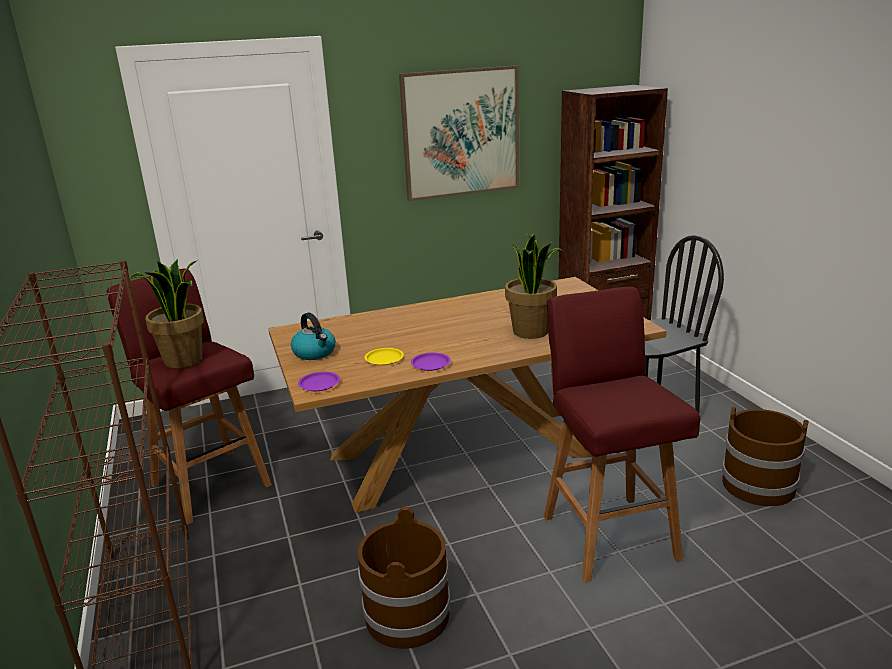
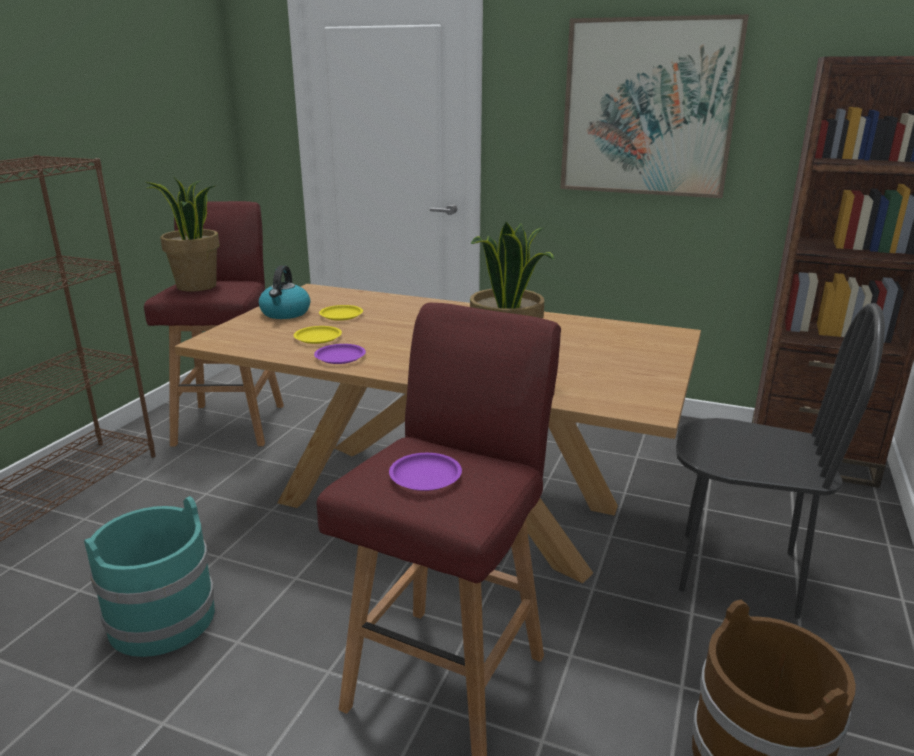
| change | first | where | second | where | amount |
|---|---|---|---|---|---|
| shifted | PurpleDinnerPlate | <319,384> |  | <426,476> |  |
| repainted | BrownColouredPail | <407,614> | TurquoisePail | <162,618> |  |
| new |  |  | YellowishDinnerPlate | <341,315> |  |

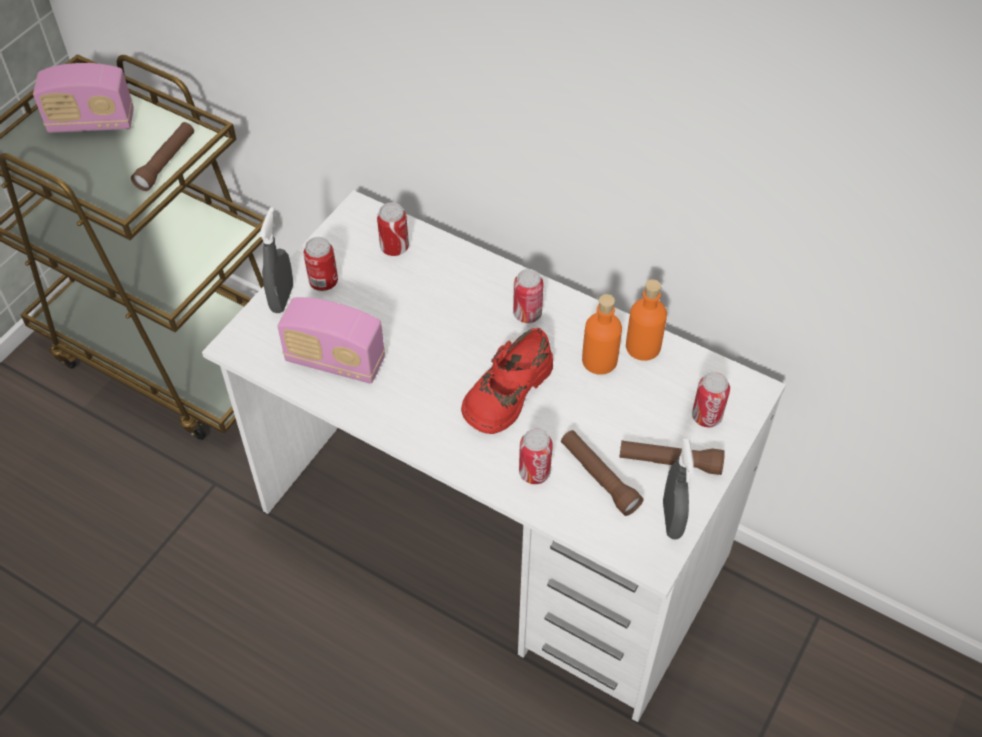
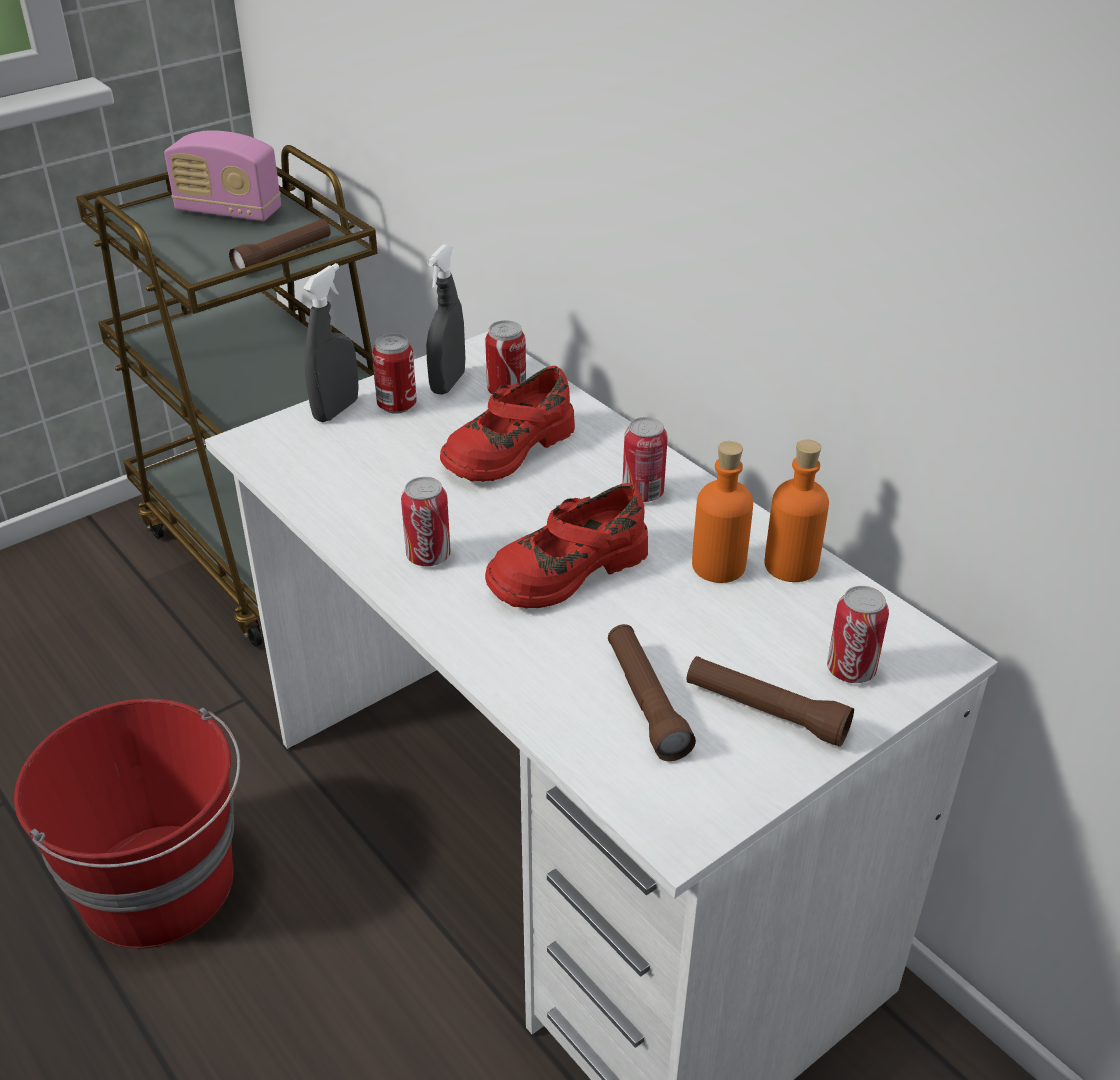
| change | first | where | second | where | amount |
|---|---|---|---|---|---|
| gone | Radio | <335,361> |  |  |  |
| shifted | MetalCan | <534,472> |  | <428,556> |  |
| shifted | GreyishHandSprayer | <672,519> |  | <448,383> |  |
| new |  |  | ReddishPail | <160,885> |  |
| new |  |  | ReddishShoe | <507,449> |  |

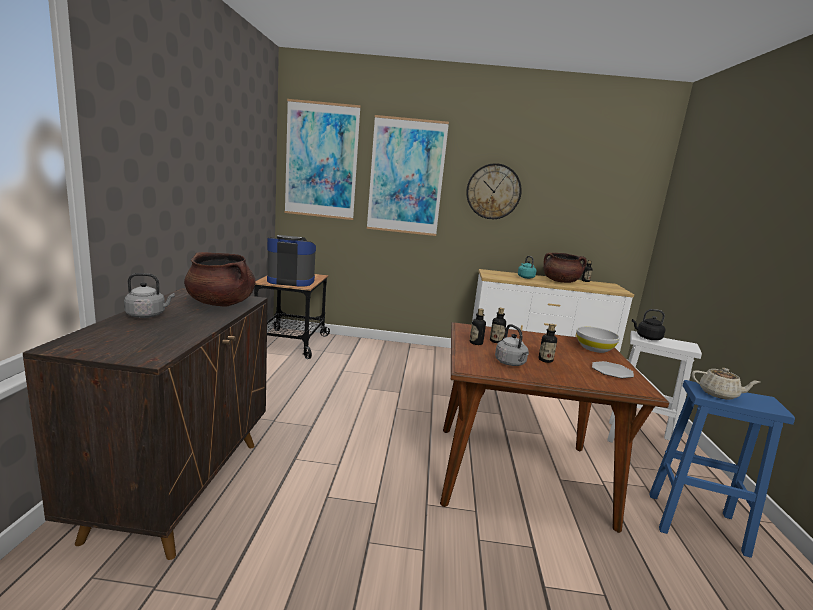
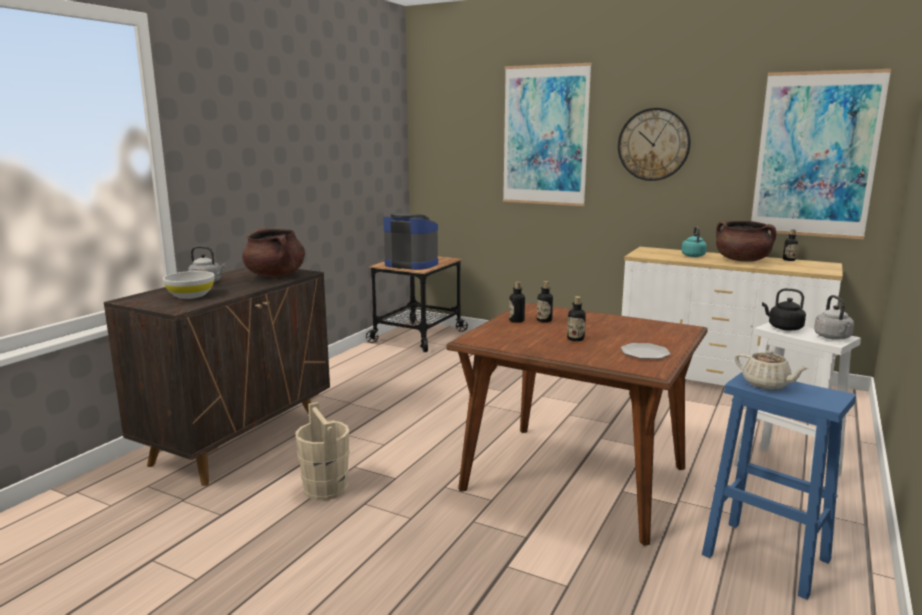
| change | first | where | second | where | amount |
|---|---|---|---|---|---|
| shifted | WallPicture | <321,161> |  | <815,155> |  |
| shifted | GreyishWaterKettle | <511,363> |  | <833,337> |  |
| shifted | WhiteServingBowl | <594,348> |  | <191,295> |  |
| new |  |  | SandColouredPail | <325,488> |  |

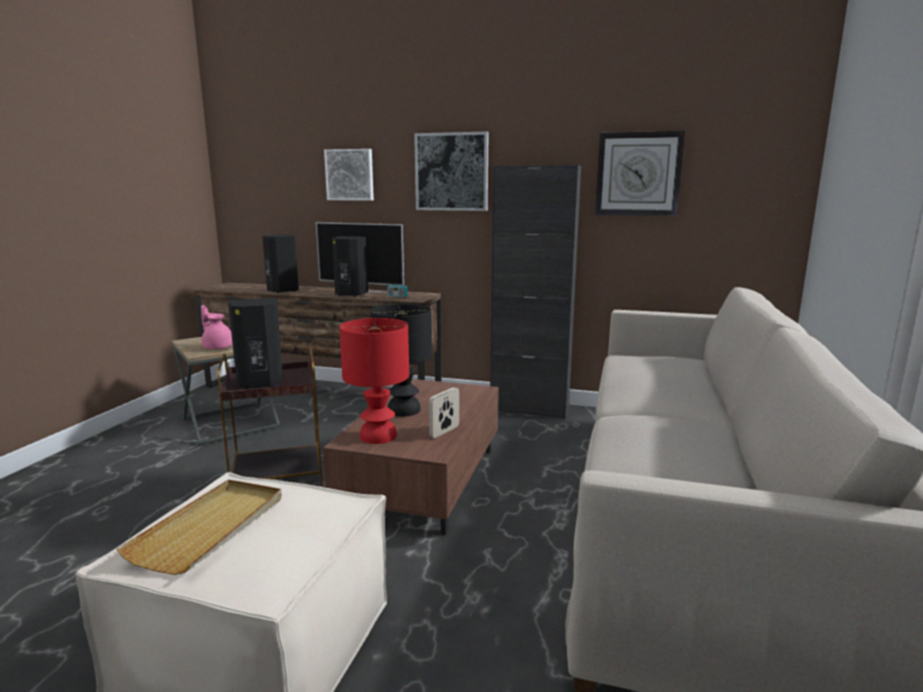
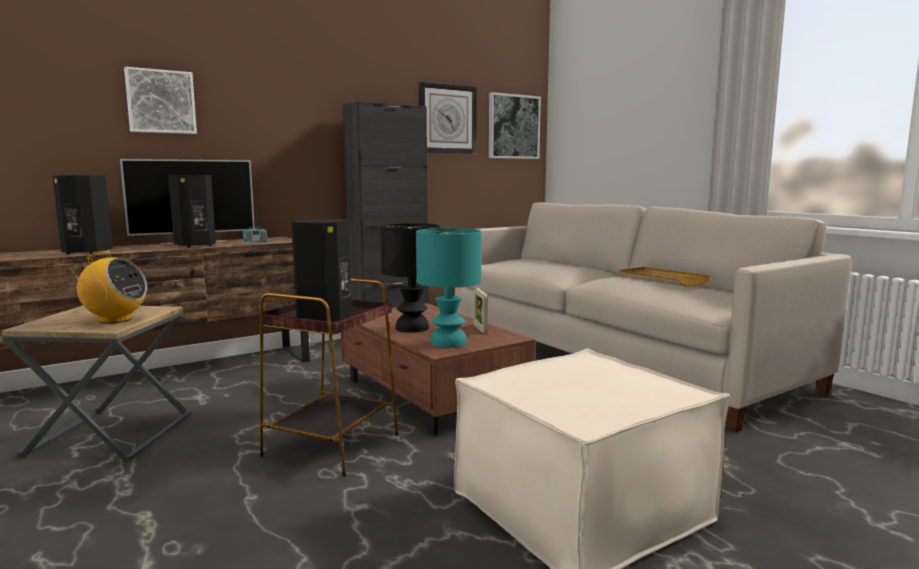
| change | first | where | second | where | amount |
|---|---|---|---|---|---|
| shifted | SandColouredCarryingTray | <210,528> |  | <661,279> |  |
| swapped | PinkColouredTeaPot | <218,347> | Radio | <115,320> |  |
| repainted | ReddishTableLamp | <378,436> | TurquoiseTableLamp | <449,343> |  |
| shifted | WallPicture | <451,172> |  | <513,126> |  |

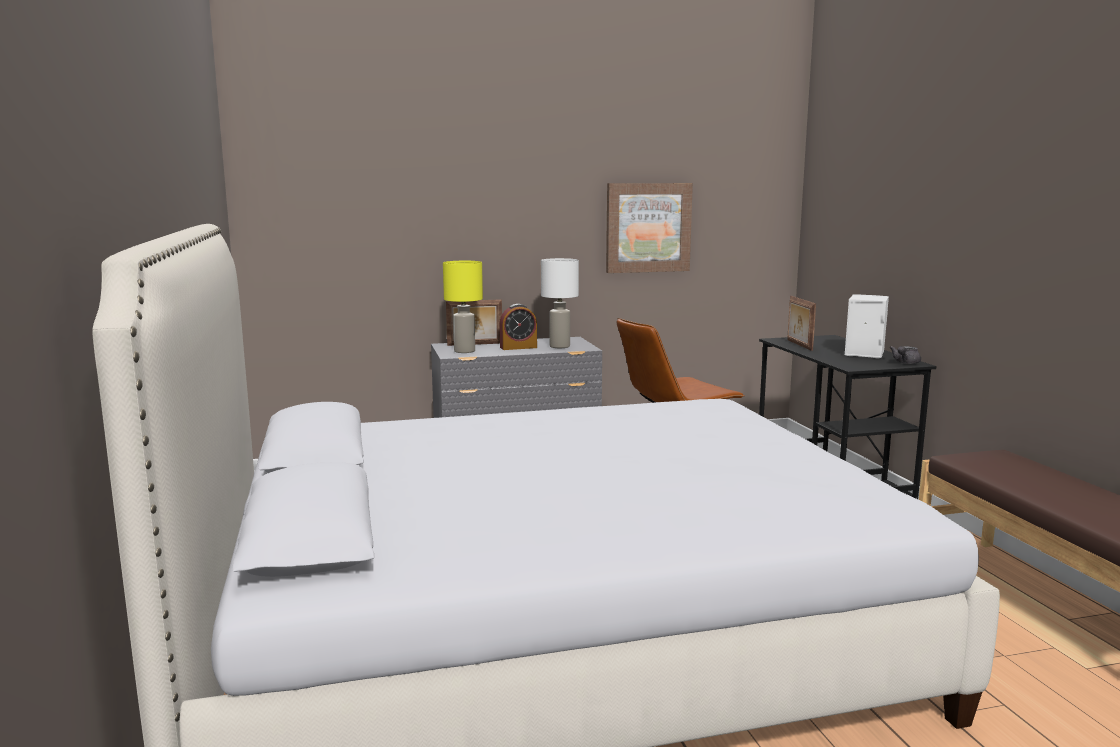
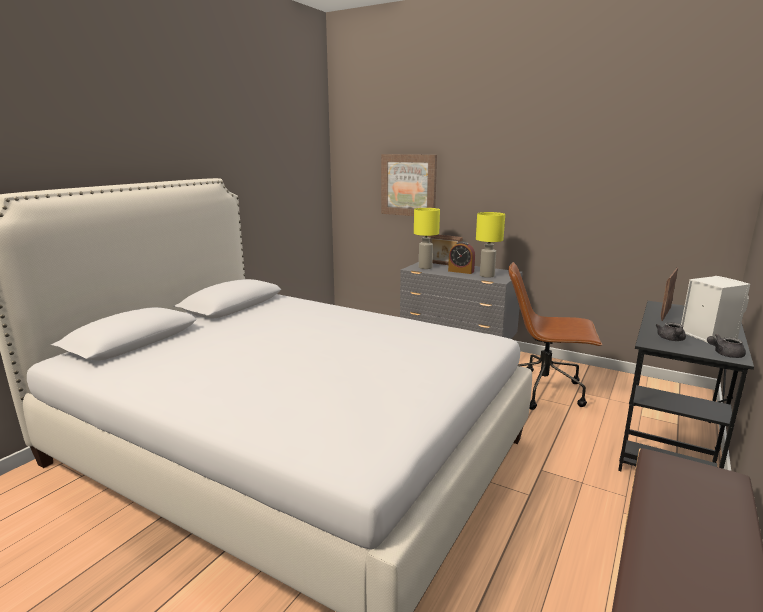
| change | first | where | second | where | amount |
|---|---|---|---|---|---|
| repainted | WhiteTableLamp | <559,346> | YellowishTableLamp | <486,275> |  |
| shifted | WallPicture | <648,227> |  | <408,185> |  |
| new |  |  | GreyishTeaPot | <671,339> |  |

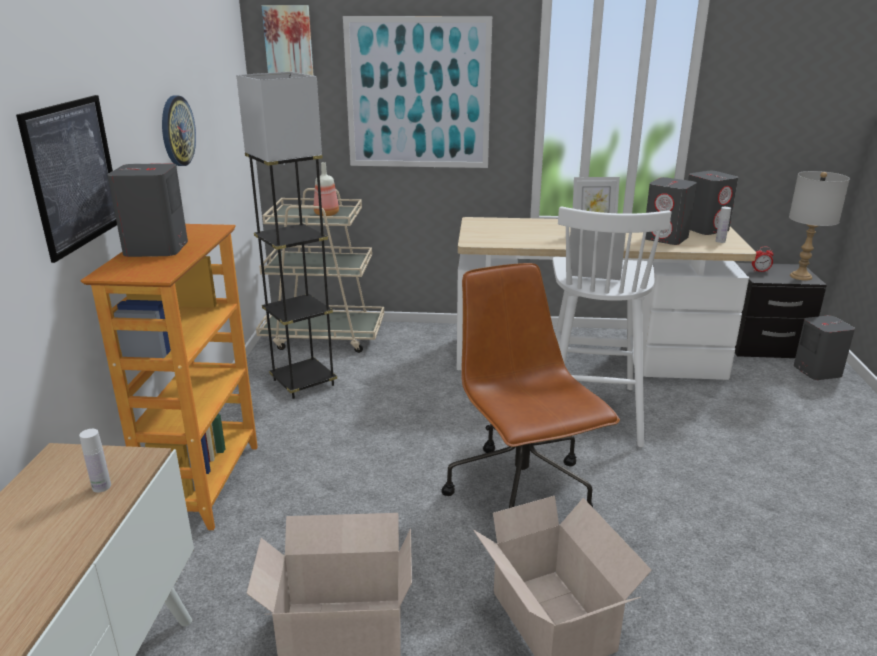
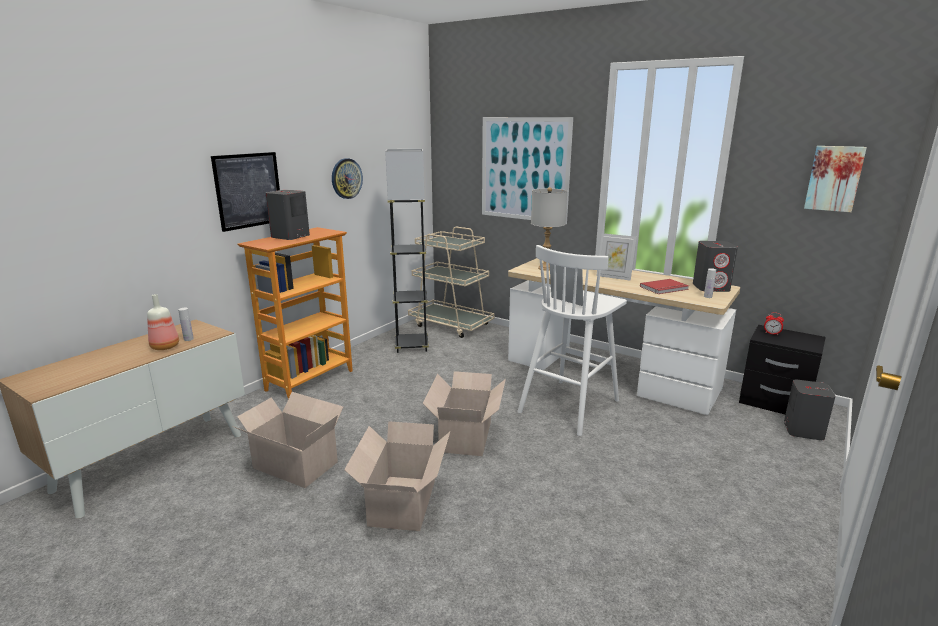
| change | first | where | second | where | amount |
|---|---|---|---|---|---|
| shifted | WallPicture | <289,42> |  | <834,178> |  |
| shifted | BeverageBottle | <325,214> |  | <164,347> |  |
| swapped | BrownColouredDeskChair | <521,492> | CardboardBox | <466,435> |  |
| swapped | GreyishLoudspeaker | <666,238> | ReddishVolume | <665,288> |  |
| shifted | GreyishTableLamp | <800,276> |  | <545,268> |  |

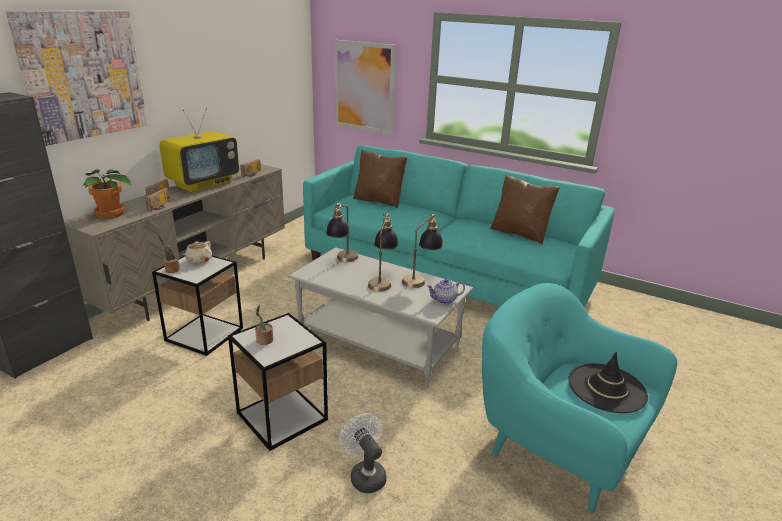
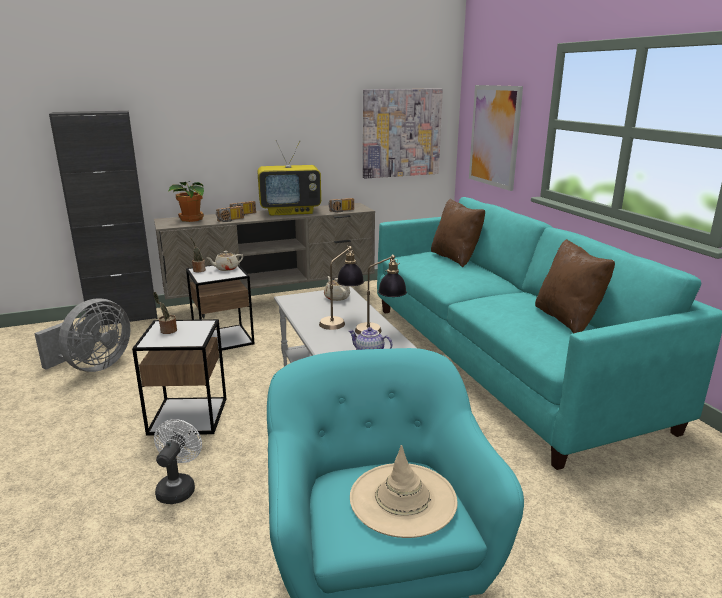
| change | first | where | second | where | amount |
|---|---|---|---|---|---|
| shifted | WallPicture | <83,75> |  | <401,133> |  |
| swapped | TableLamp | <342,260> | SandColouredTeaPot | <336,297> |  |
| repainted | BlackishClothingHat | <607,388> | SandColouredClothingHat | <403,499> |  |
| new |  |  | GreyishFan | <93,367> |  |

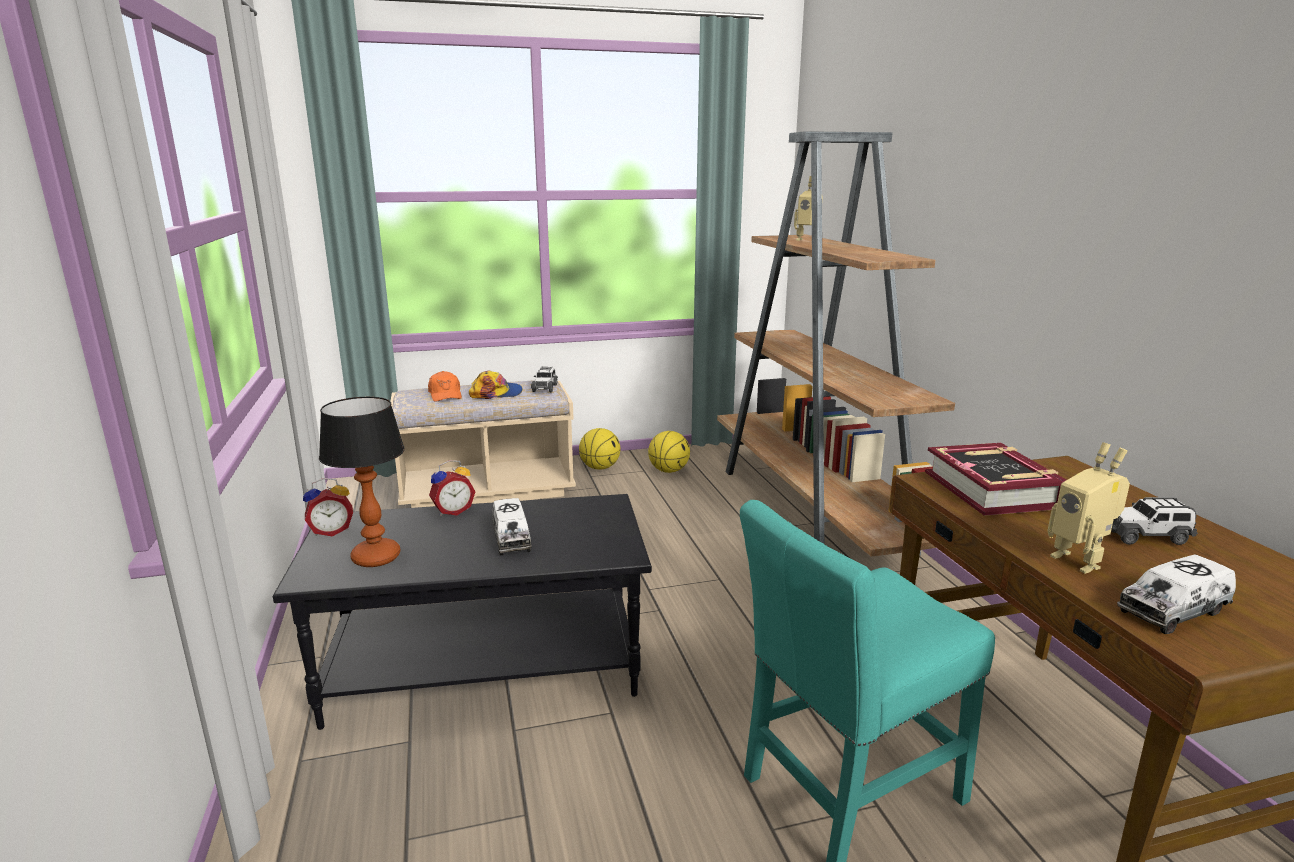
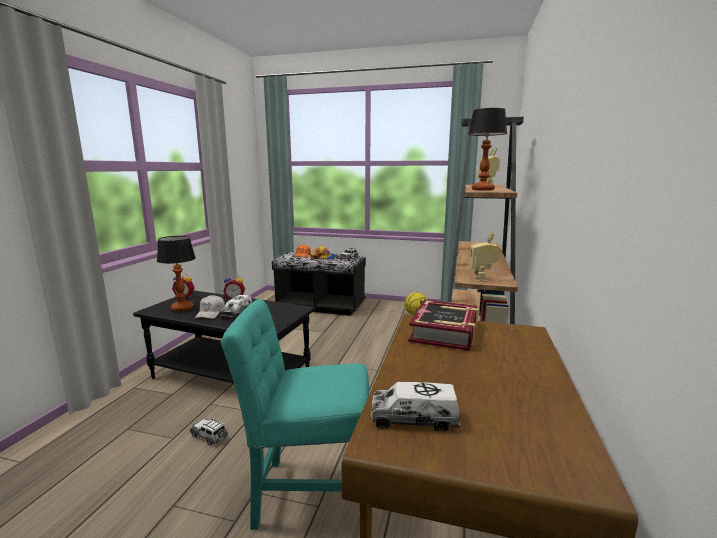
| change | first | where | second | where | amount |
|---|---|---|---|---|---|
| repainted | SandColouredIndoorBench | <487,490> | BlackishIndoorBench | <320,306> |  |
| gone | Basketball | <600,467> |  |  |  |
| shifted | ToyRobot | <1080,560> |  | <482,279> |  |
| shifted | MiniatureCar | <1145,535> |  | <209,436> |  |
| new |  |  | WhitePeakedCap | <211,313> |  |
| new |  |  | TableLamp | <483,190> |  |

